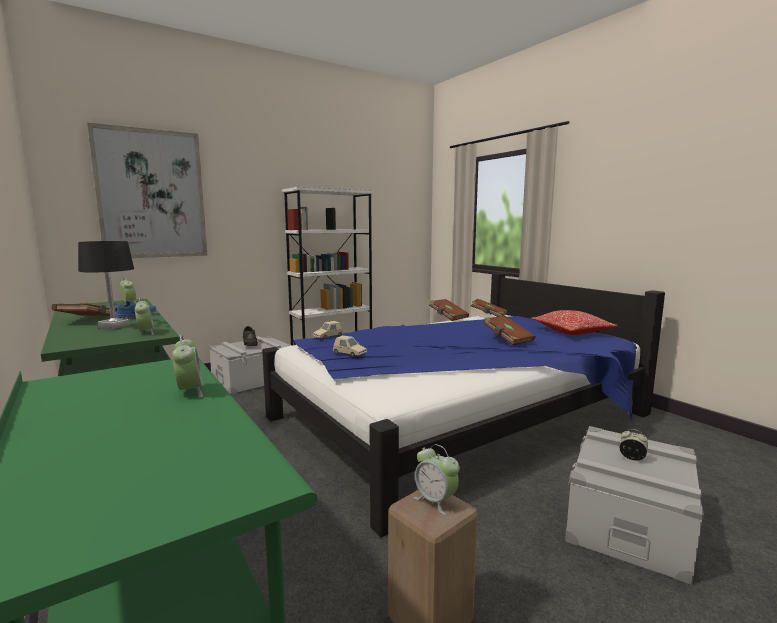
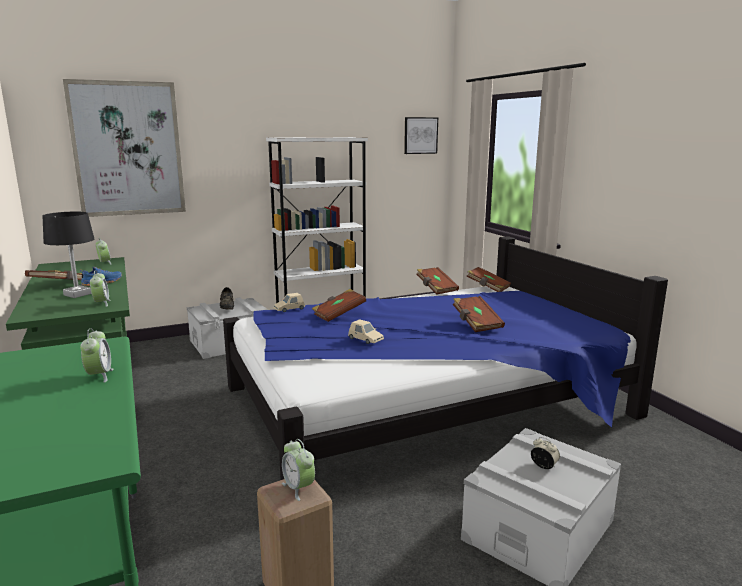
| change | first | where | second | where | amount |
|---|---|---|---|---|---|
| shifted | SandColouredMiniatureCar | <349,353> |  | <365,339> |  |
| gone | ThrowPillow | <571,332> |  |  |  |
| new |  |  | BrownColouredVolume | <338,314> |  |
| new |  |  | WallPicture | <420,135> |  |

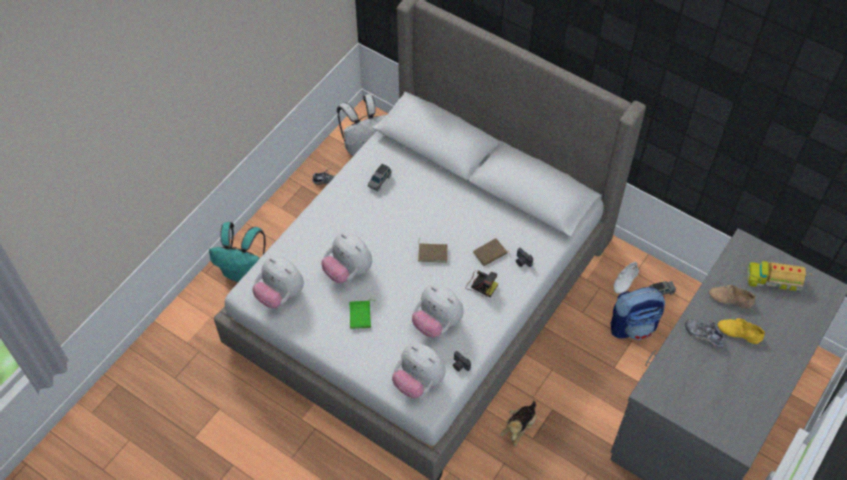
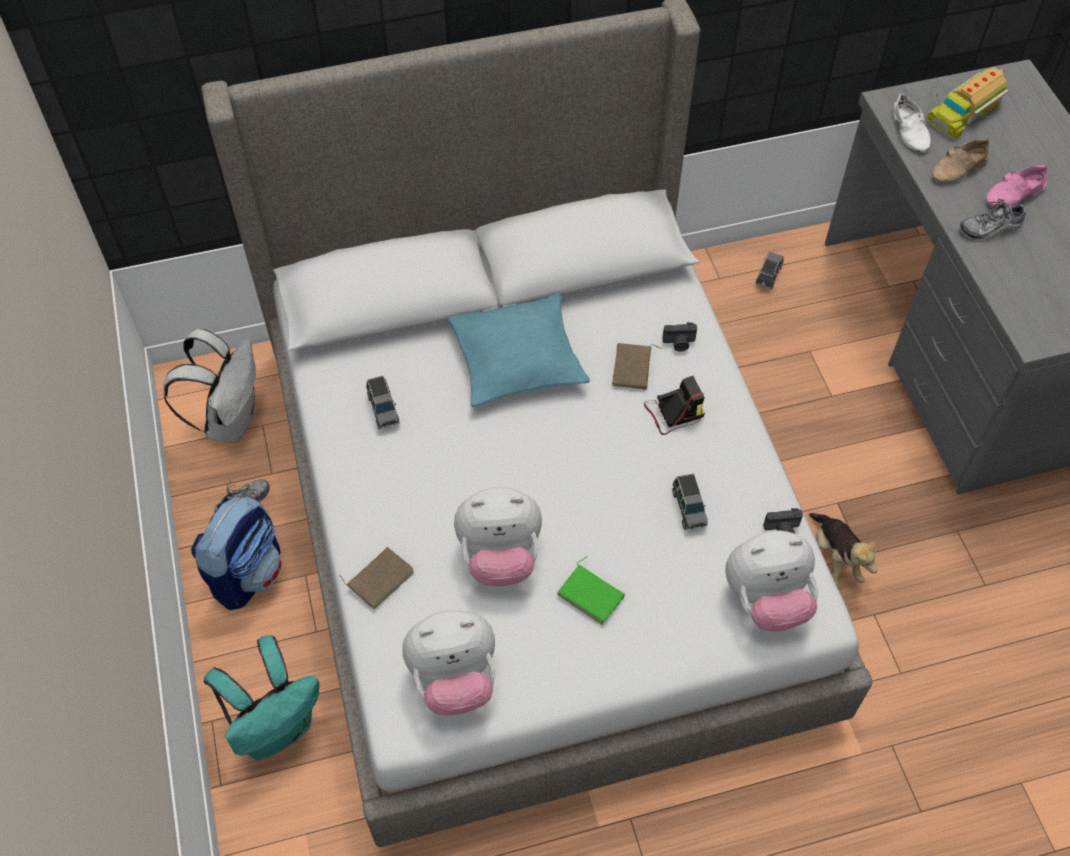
| change | first | where | second | where | amount |
|---|---|---|---|---|---|
| swapped | CuddlyToy | <437,323> | GreyishMiniatureCar | <688,508> |  |
| shifted | BrownColouredVolume | <433,253> |  | <379,578> |  |
| shifted | Rucksack | <633,326> |  | <247,573> |  |
| shifted | WhiteShoe | <626,281> |  | <910,130> |  |
| repainted | YellowishShoe | <739,333> | PinkColouredShoe | <1015,194> |  |
| new |  |  | TurquoiseThrowPillow | <517,359> |  |

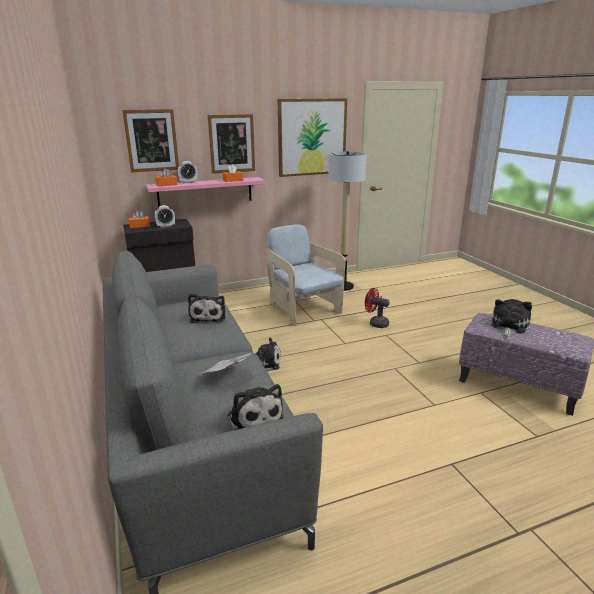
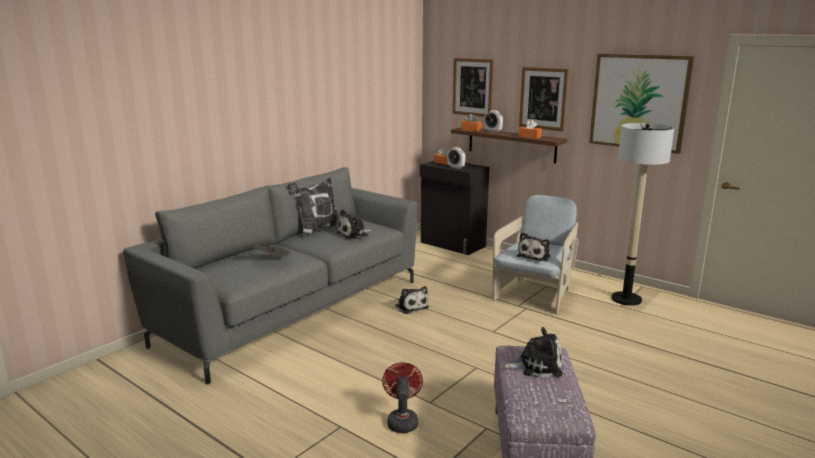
| change | first | where | second | where | amount |
|---|---|---|---|---|---|
| repainted | PinkColouredWallShelf | <205,192> | BrownColouredWallShelf | <511,144> |  |
| shifted | CuddlyToy | <254,416> |  | <535,256> |  |
| shifted | ReddishFan | <375,323> |  | <402,420> |  |
| new |  |  | ThrowPillow | <317,230> |  |

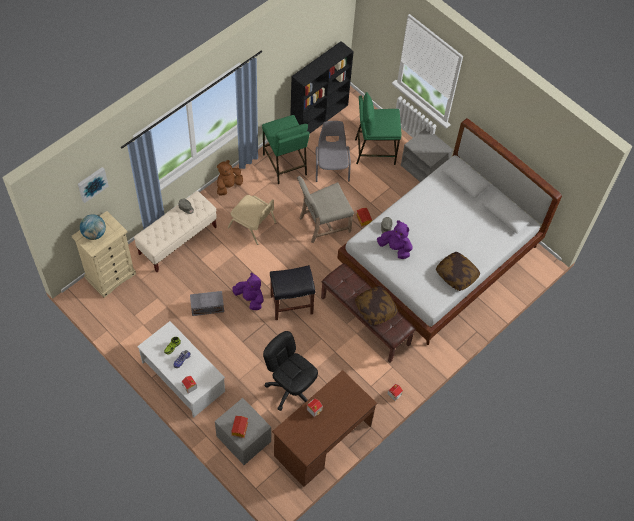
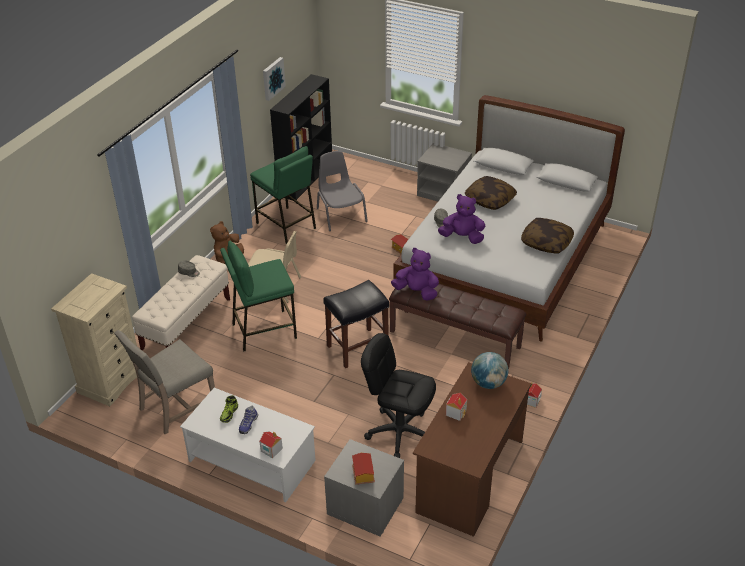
| change | first | where | second | where | amount |
|---|---|---|---|---|---|
| shifted | WallPicture | <92,183> |  | <272,78> |  |
| shifted | Globe | <94,233> |  | <488,383> |  |
| gone | GreyishStorageBin | <206,306> |  |  |  |
| shifted | PurpleCuddlyToy | <250,298> |  | <416,292> |  |
| shifted | SandColouredPlainChair | <322,224> |  | <175,407> |  |
| shifted | GreenColouredStoolSeat | <374,151> |  | <263,330> |  |
| shifted | ThrowPillow | <375,309> |  | <490,200> |  |

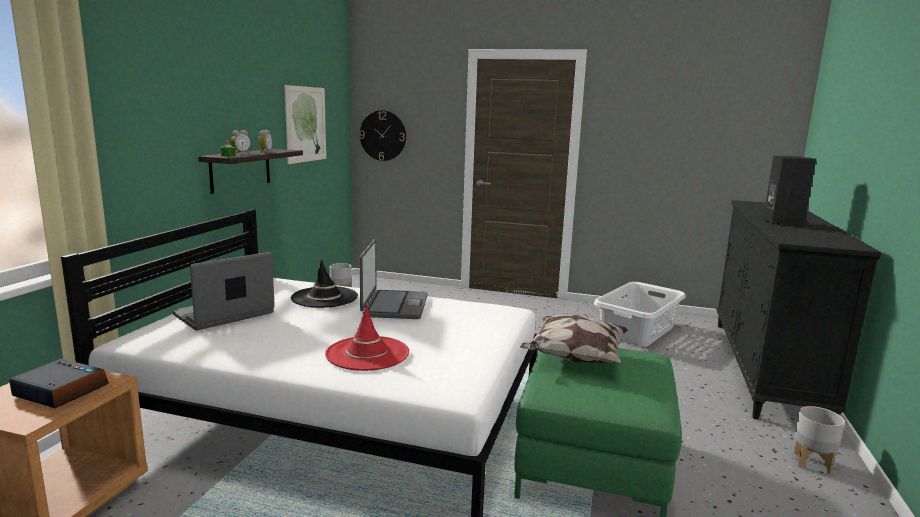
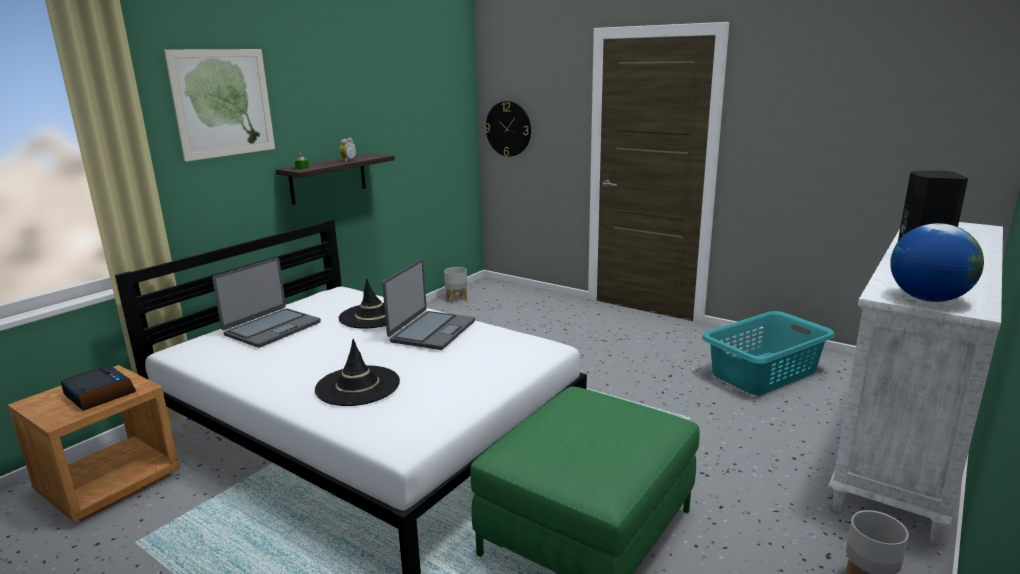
| change | first | where | second | where | amount |
|---|---|---|---|---|---|
| rotated | PortableComputer | <224,314> |  | <272,328> | 150 degrees clockwise |
| gone | TableClock | <240,153> |  |  |  |
| shifted | WallPicture | <306,124> |  | <223,103> |  |
| repainted | ReddishClothingHat | <367,353> | BlackishClothingHat | <357,386> |  |
| gone | ThrowPillow | <574,358> |  |  |  |
| repainted | GreyishLaundryBasket | <638,331> | TurquoiseLaundryBasket | <764,373> |  |
| repainted | BlackishDrawerChest | <764,369> | WhiteDrawerChest | <903,444> |  |
| new |  |  | Globe | <927,299> |  |

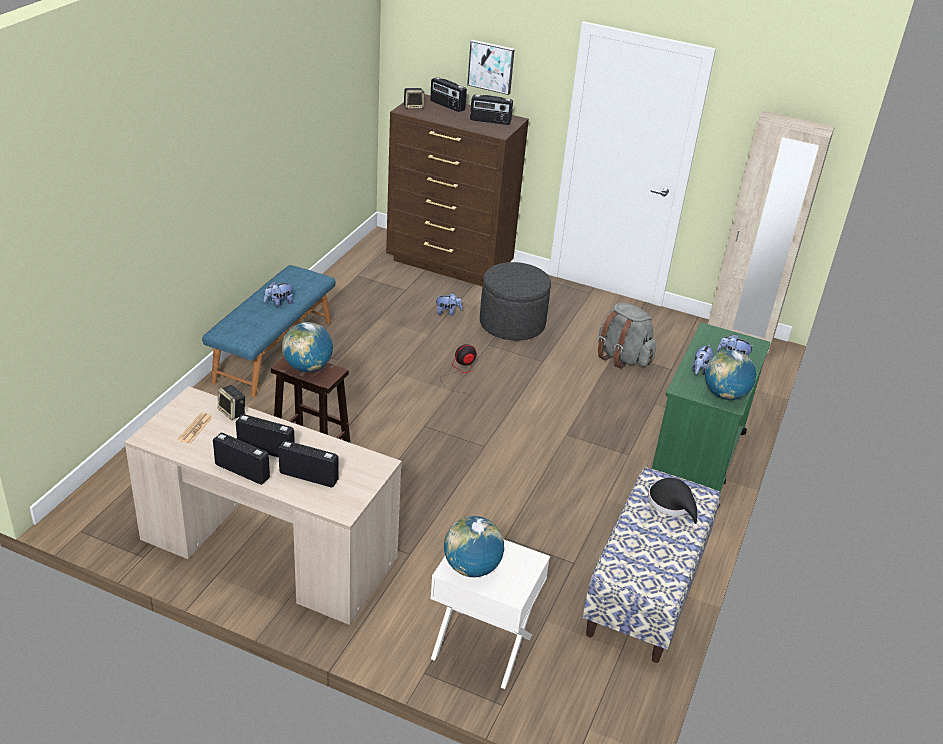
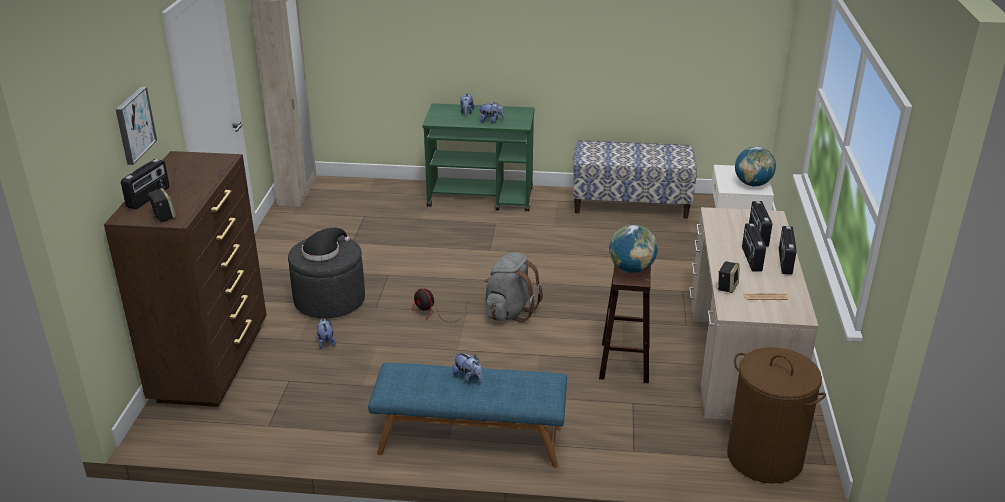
| change | first | where | second | where | amount |
|---|---|---|---|---|---|
| gone | Radio | <490,121> |  |  |  |
| shifted | GreyishRucksack | <622,357> |  | <509,312> |  |
| shifted | BlackishClothingHat | <672,504> |  | <323,251> |  |
| gone | Globe | <725,395> |  |  |  |
| new |  |  | BrownColouredLaundryBasket | <764,458> |  |

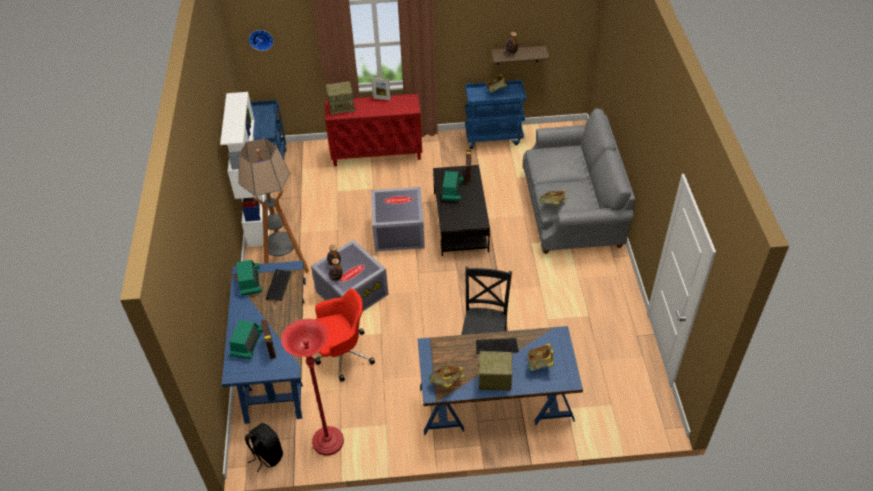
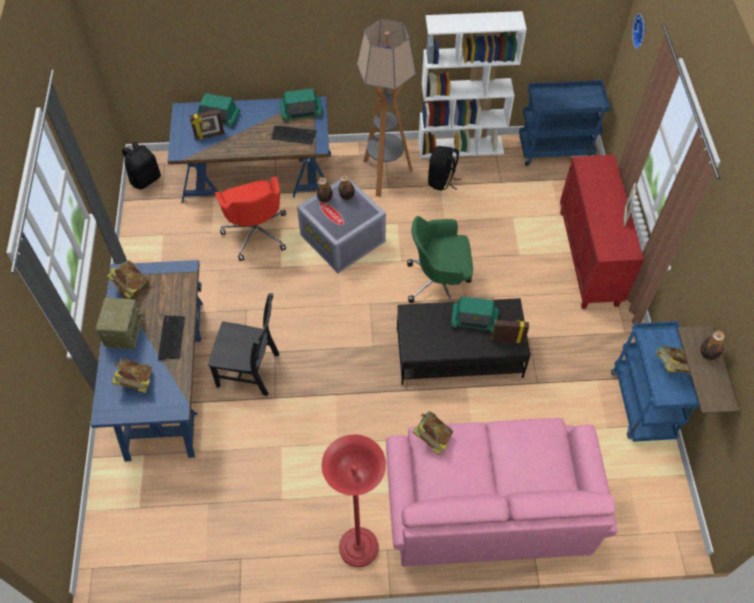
| change | first | where | second | where | amount |
|---|---|---|---|---|---|
| shifted | ReddishStandingLamp | <328,442> |  | <358,548> |  |
| gone | Radio | <342,107> |  |  |  |
| swapped | GreyishStorageBin | <398,232> | GreenColouredDeskChair | <439,282> |  |
| repainted | GreyishCouch | <572,208> | PinkColouredCouch | <487,503> |  |
| new |  |  | BlackishRucksack | <442,180> |  |

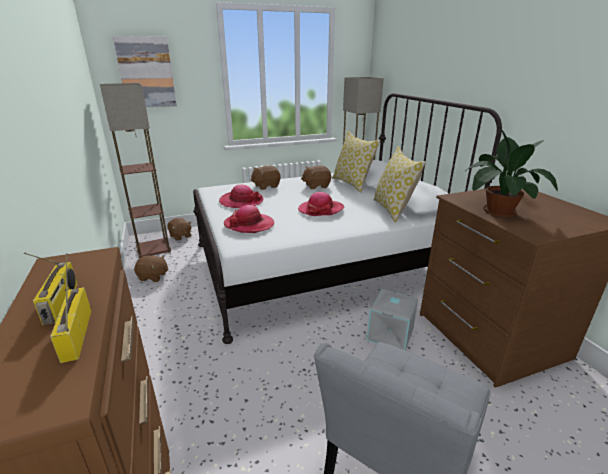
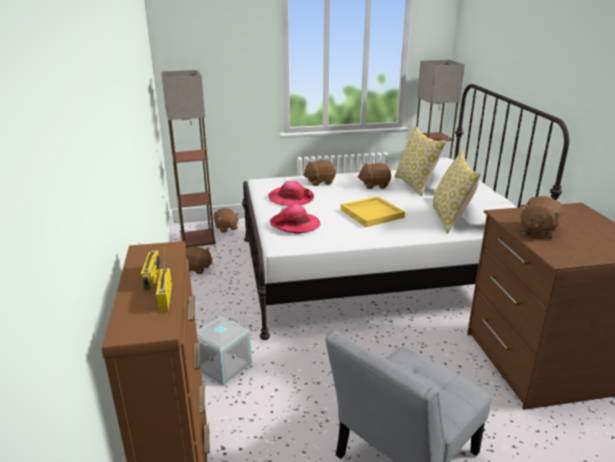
| change | first | where | second | where | amount |
|---|---|---|---|---|---|
| gone | WallPicture | <146,72> |  |  |  |
| swapped | ClothingHat | <321,209> | YellowishCarryingTray | <372,213> |  |
| shifted | GreyishStorageBin | <391,334> |  | <223,366> |  |
| swapped | PlantInAPot | <496,210> | BrownColouredCuddlyToy | <537,231> |  |

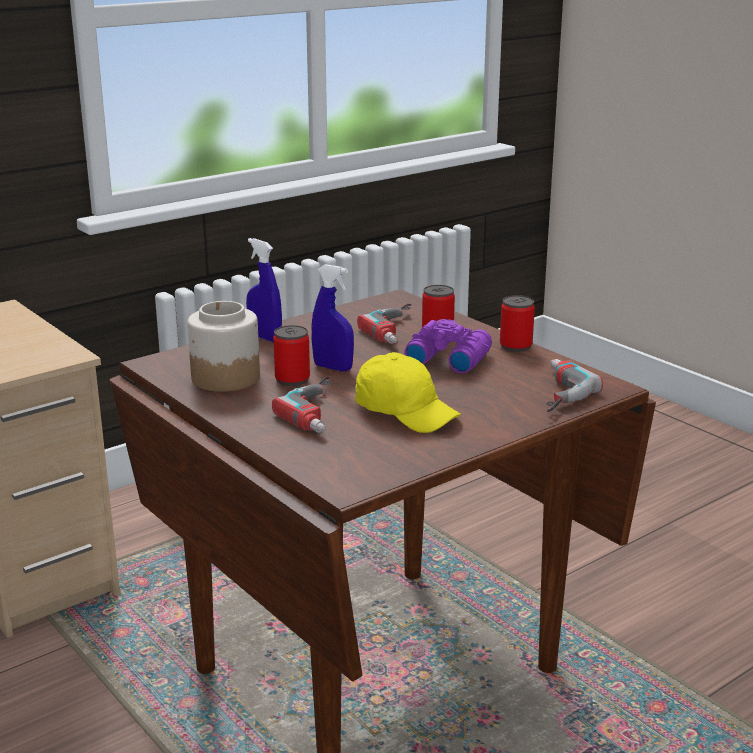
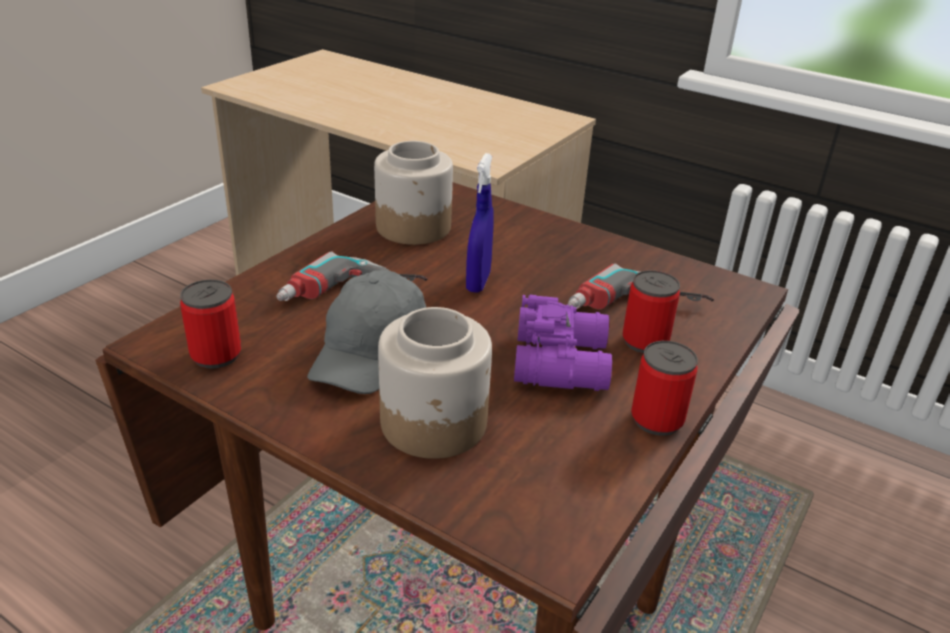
| change | first | where | second | where | amount |
|---|---|---|---|---|---|
| gone | BlueColouredHandSprayer | <265,337> |  |  |  |
| shifted | MetalCan | <292,379> |  | <216,355> |  |
| repainted | YellowishPeakedCap | <405,412> | GreyishPeakedCap | <371,352> |  |
| gone | Drill | <552,392> |  |  |  |
| new |  |  | Jar | <434,423> |  |

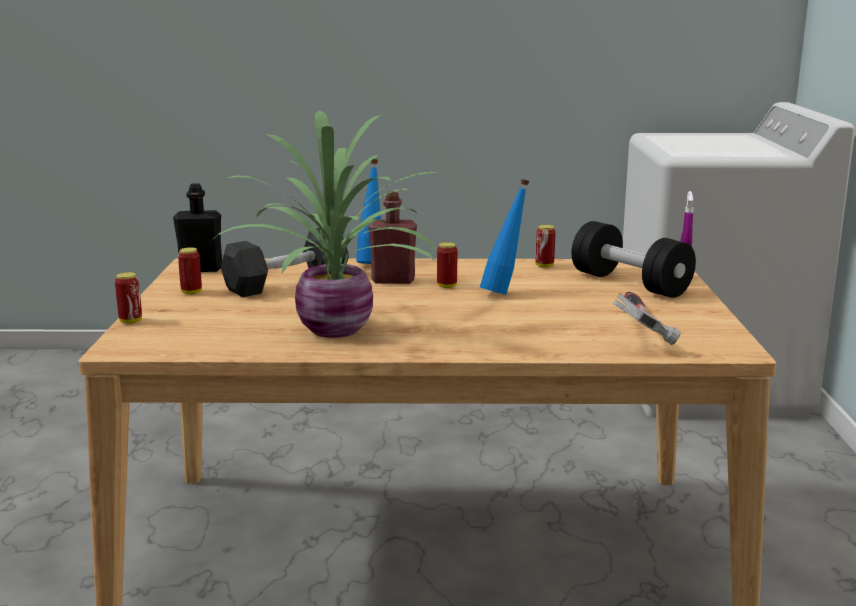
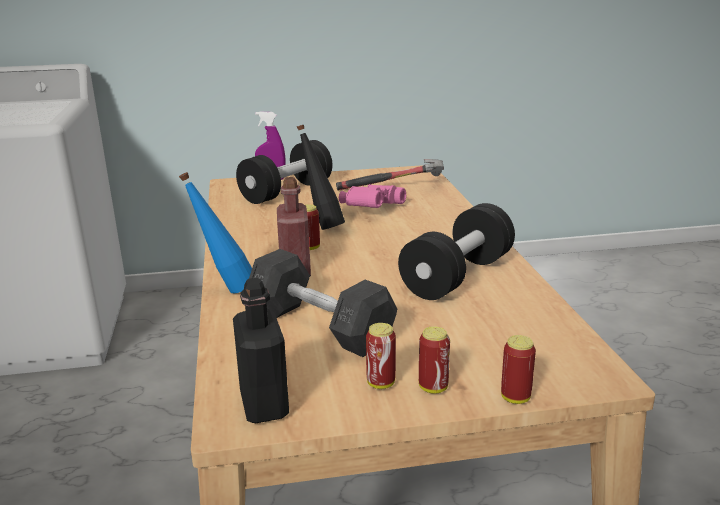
| change | first | where | second | where | amount |
|---|---|---|---|---|---|
| swapped | PlantInAPot | <339,329> | BlackishDumbbell | <457,276> |  |
| repainted | BlueColouredBeverageBottle | <504,292> | BlackishBeverageBottle | <322,226> |  |
| shifted | MetalCan | <544,266> |  | <433,388> |  |
| new |  |  | PinkColouredFieldGlasses | <371,209> |  |

